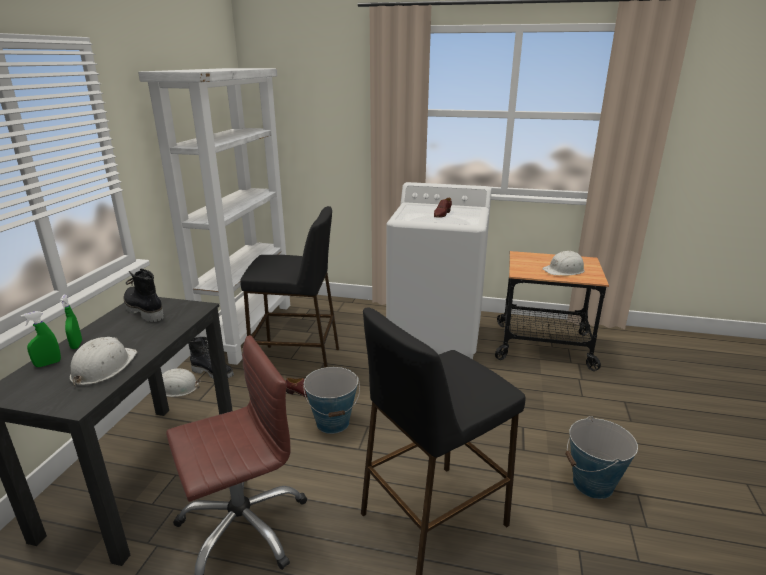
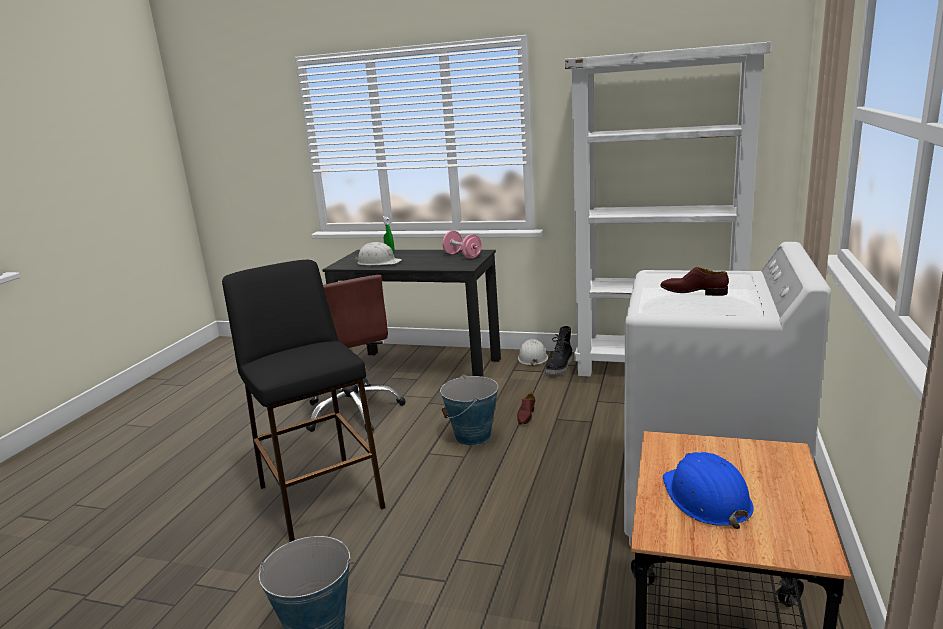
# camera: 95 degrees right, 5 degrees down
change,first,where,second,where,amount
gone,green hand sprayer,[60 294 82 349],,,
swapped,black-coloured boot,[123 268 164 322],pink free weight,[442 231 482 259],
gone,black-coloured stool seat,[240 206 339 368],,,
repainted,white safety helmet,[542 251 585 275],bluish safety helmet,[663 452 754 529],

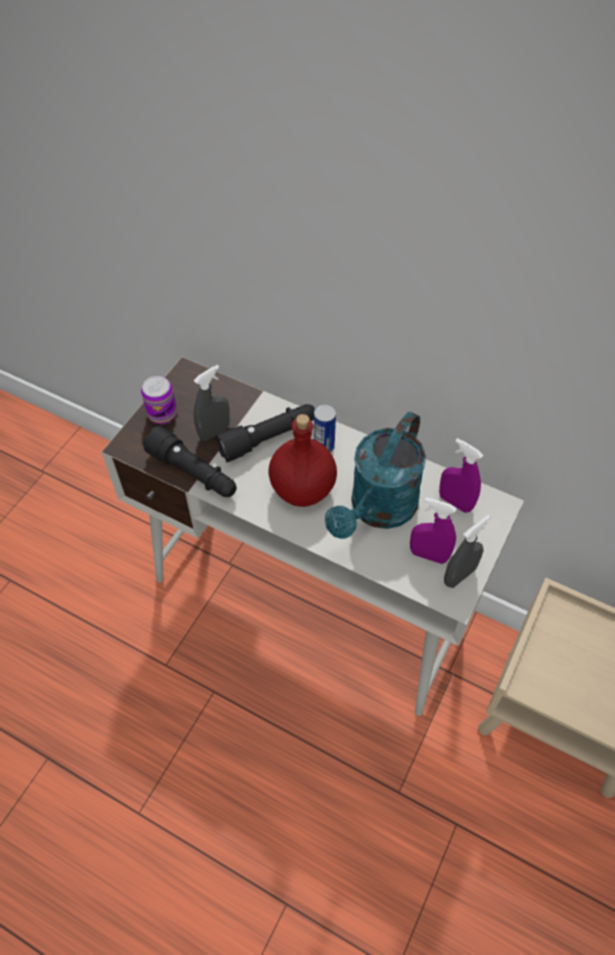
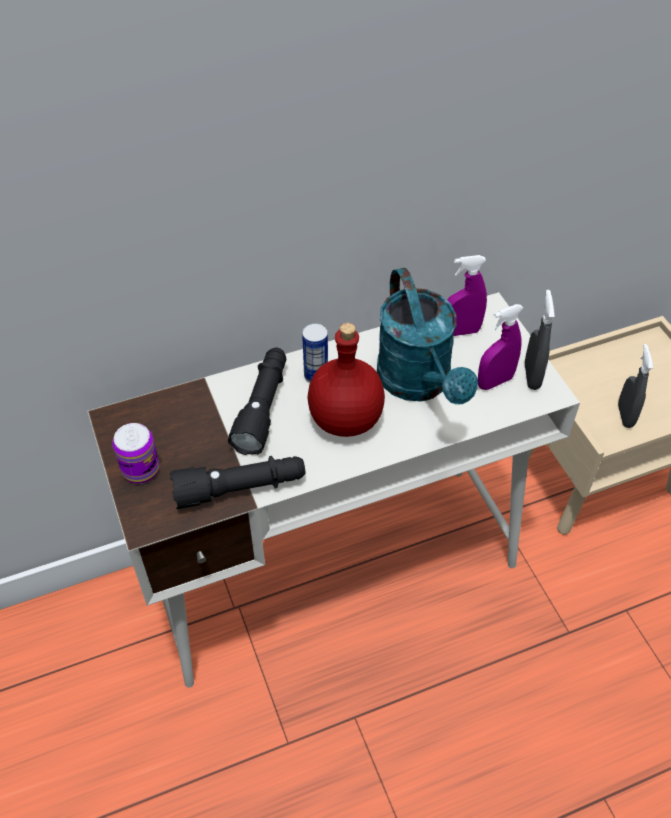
# camera: 50 degrees left, 5 degrees down
change,first,where,second,where,amount
shifted,grey hand sprayer,[194 365 230 441],,[618 344 653 428],

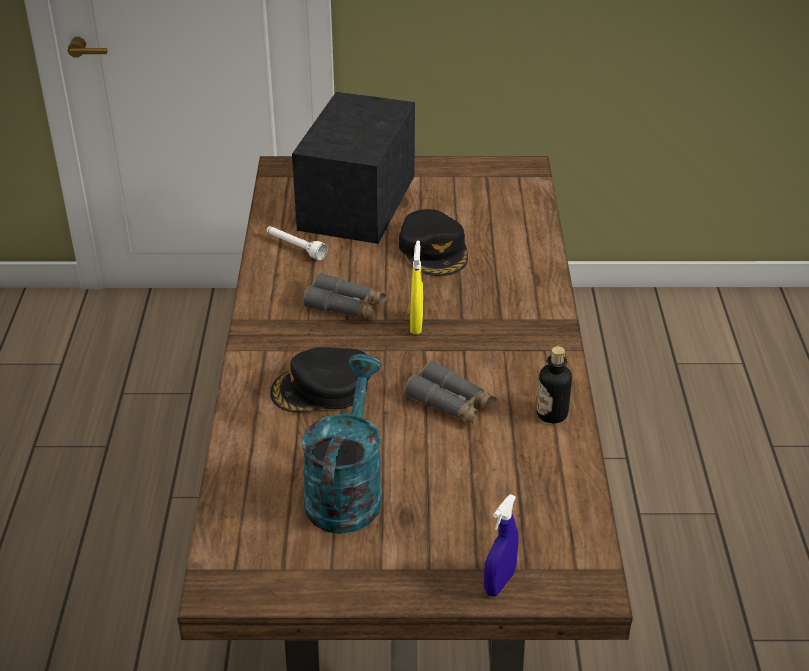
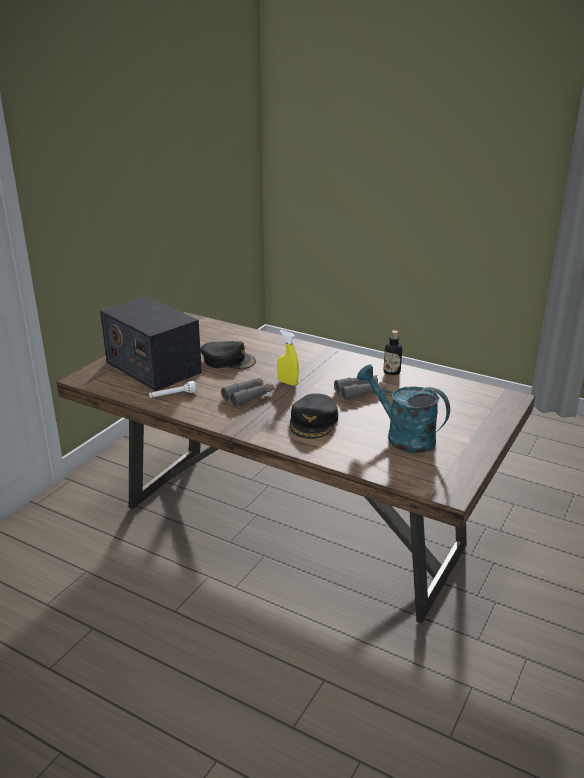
# camera: 60 degrees left, 10 degrees down
change,first,where,second,where,amount
gone,bluish hand sprayer,[484 494 519 597],,,

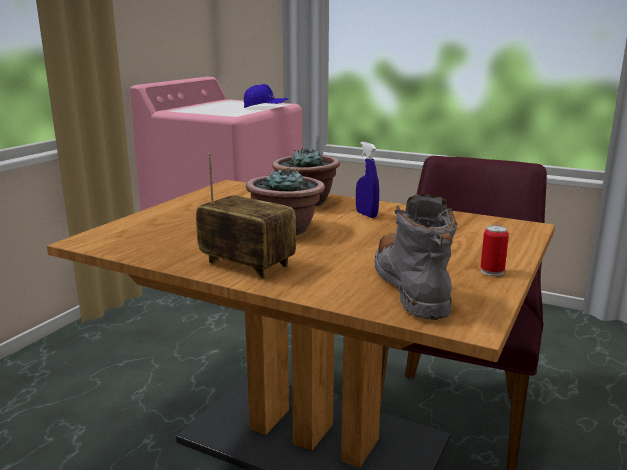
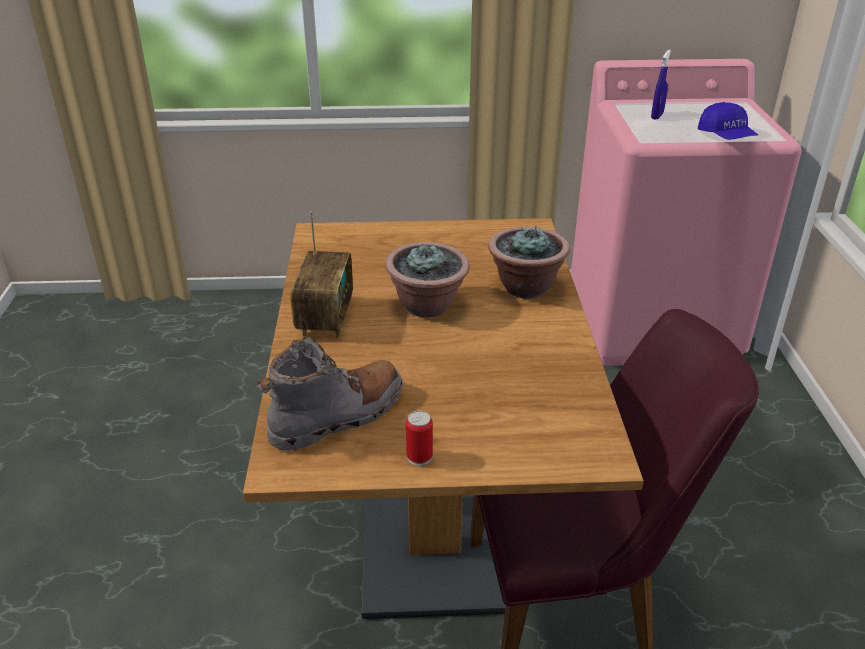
# camera: 60 degrees right, 15 degrees up
change,first,where,second,where,amount
shifted,bluish hand sprayer,[356 142 379 218],,[651 49 671 120],

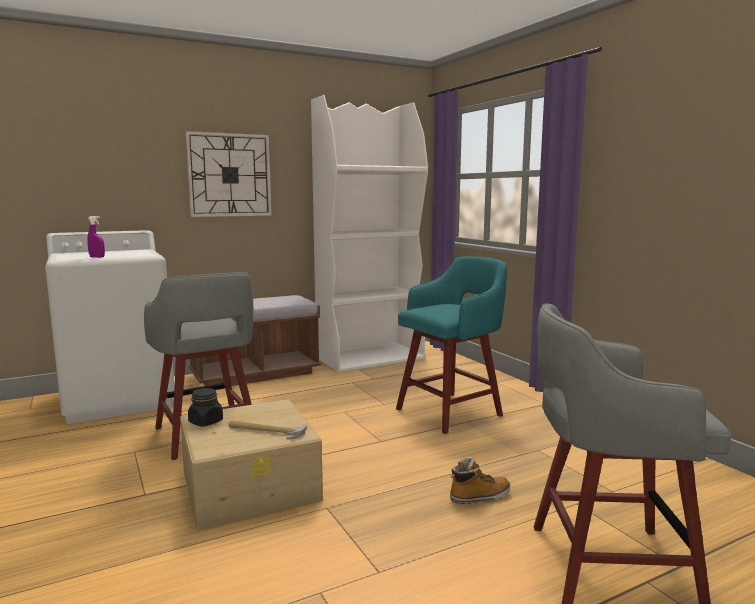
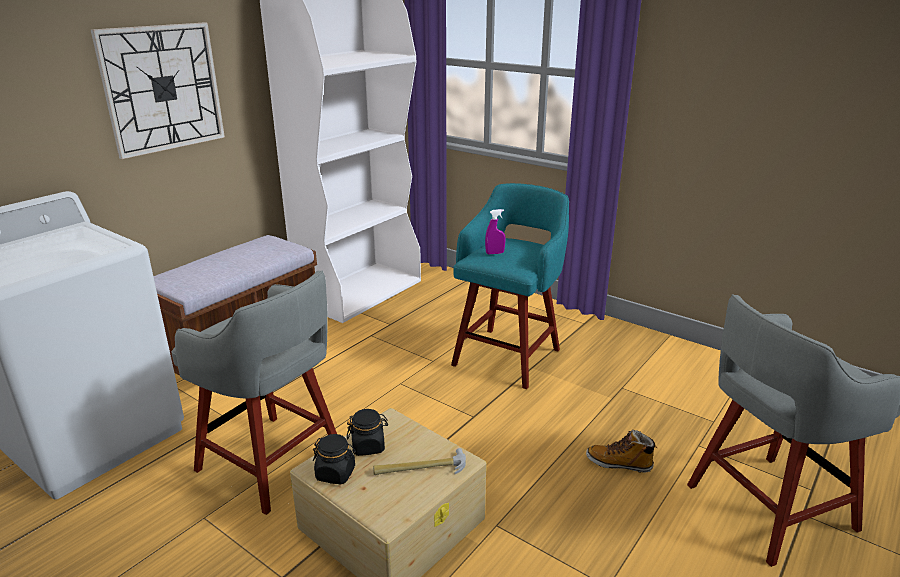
# camera: 25 degrees left, 15 degrees up
change,first,where,second,where,amount
shifted,purplish hand sprayer,[87 216 105 258],,[485 209 506 254],
rotated,boot,[450 457 510 504],,[586 429 658 473],120 degrees counterclockwise
new,,,black-coloured storage jar,[347 409 388 456],

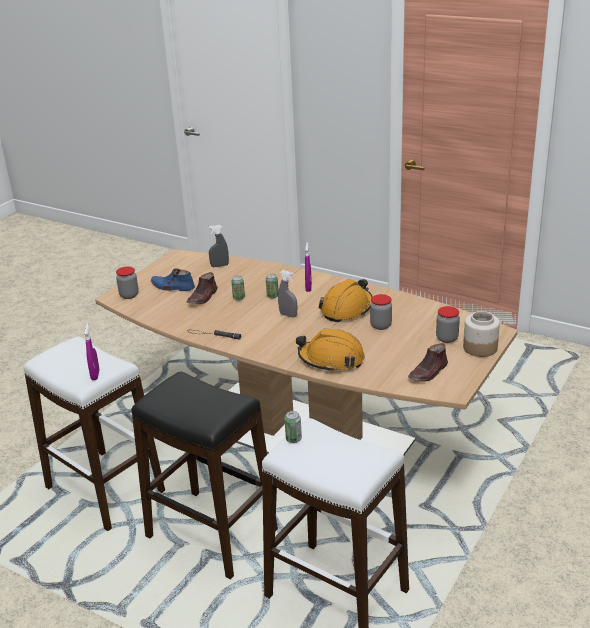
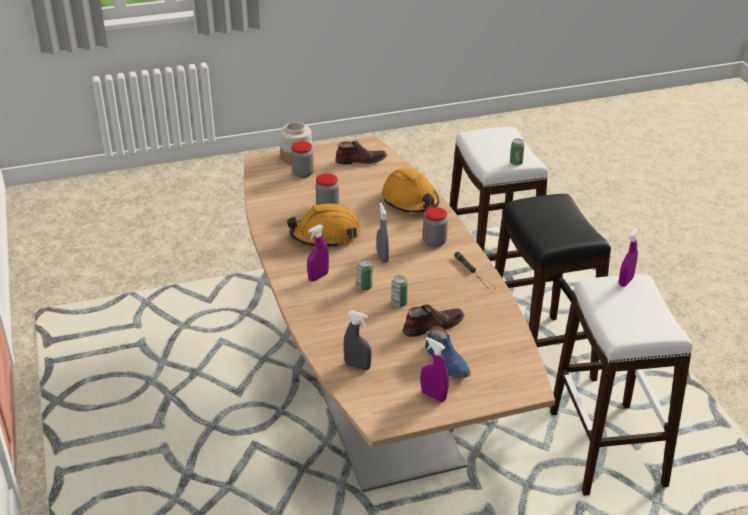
# camera: 140 degrees left, 5 degrees up
change,first,where,second,where,amount
shifted,storage jar,[116 267 139 299],,[423 207 448 247],
new,,,purplish hand sprayer,[421 337 449 402],

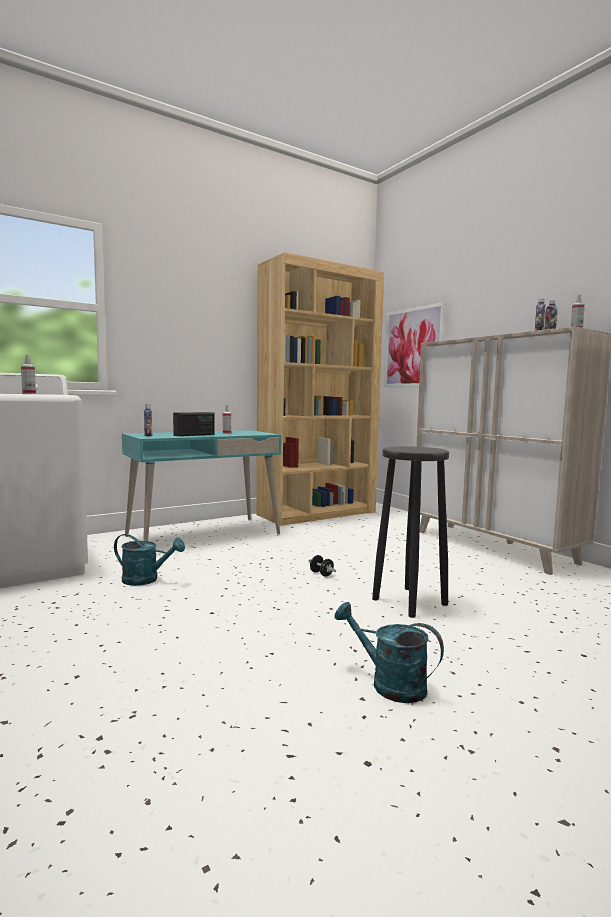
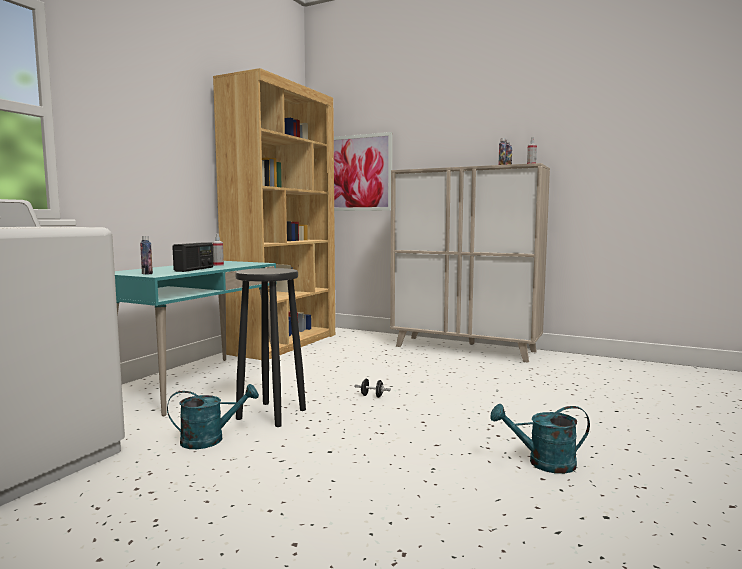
# camera: 30 degrees left, 0 degrees up
change,first,where,second,where,amount
gone,hand sprayer,[21 355 36 394],,,
shifted,black-coloured stool seat,[372 446 449 618],,[236 268 306 427],

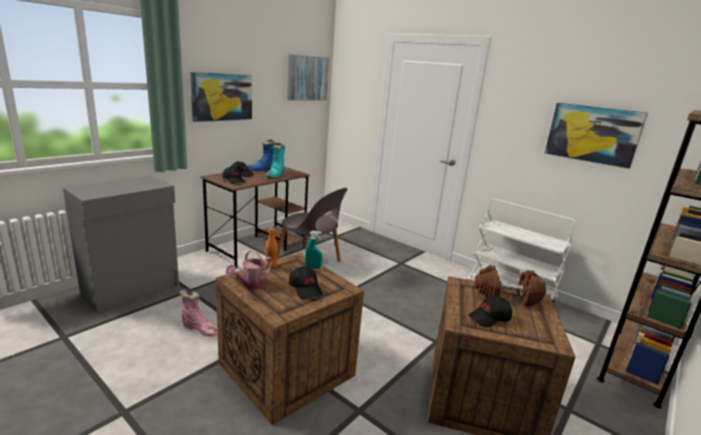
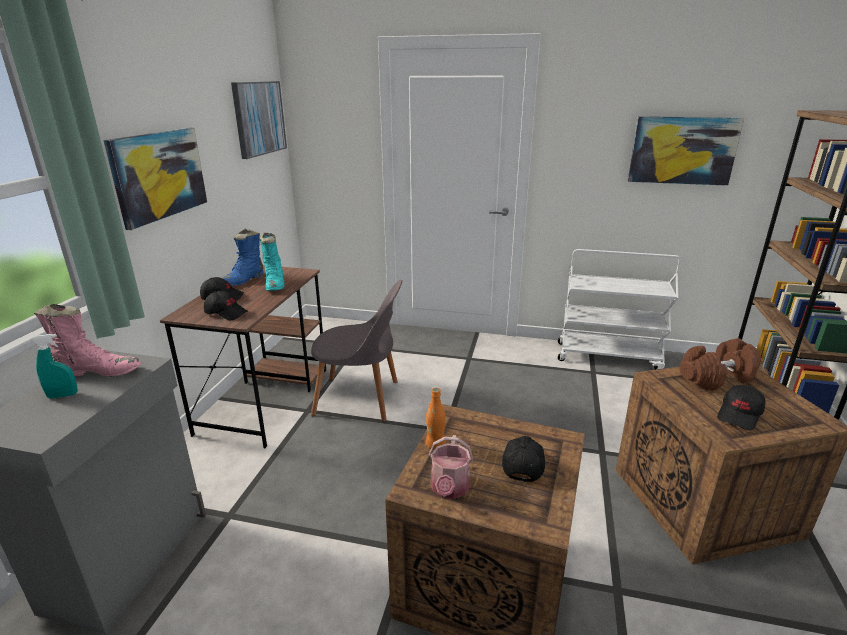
# camera: 25 degrees left, 5 degrees up
change,first,where,second,where,amount
shifted,pink boot,[179 289 218 337],,[34 304 141 377],
rotated,black-coloured peaked cap,[289 266 323 299],,[502 436 545 482],105 degrees counterclockwise
shifted,turquoise-coloured hand sprayer,[305 231 322 269],,[31 334 78 399],

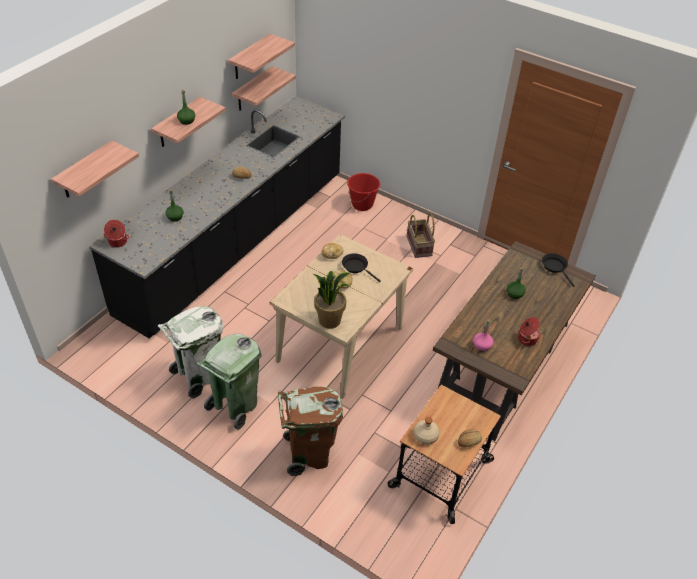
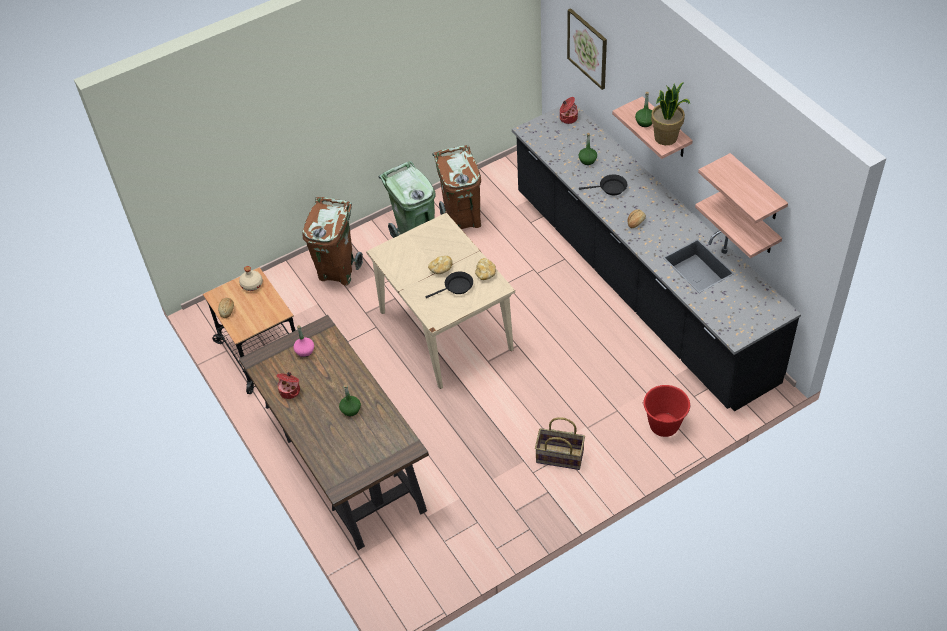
# camera: 120 degrees right, 5 degrees up
change,first,where,second,where,amount
swapped,bracket shelf,[51 141 139 198],wall art,[567 8 607 90],
repainted,white trash can,[158 306 223 399],brownish trash can,[432 145 481 229],
shifted,houseplant,[313 271 351 329],,[651 82 690 145],
shifted,black-coloured frying pan,[542 253 575 287],,[579 174 627 195],

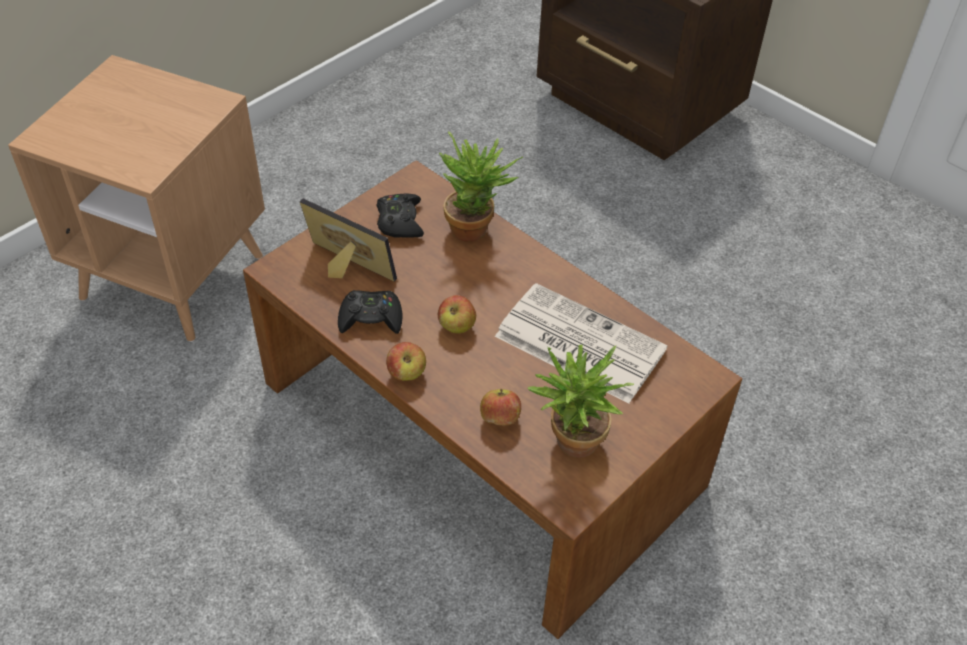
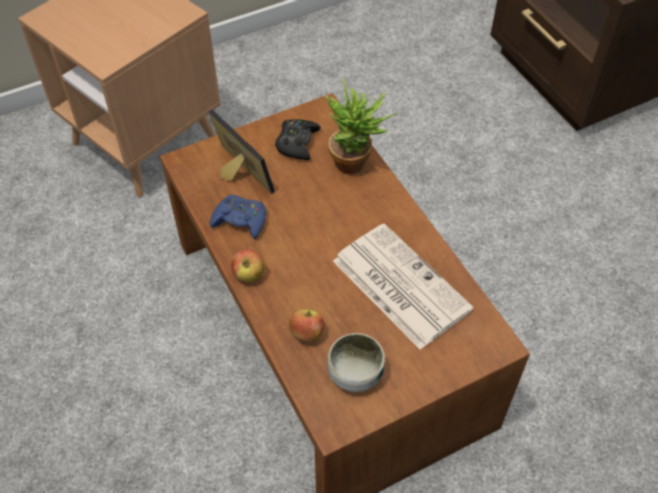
# camera: 20 degrees right, 5 degrees up
change,first,where,second,where,amount
repainted,black-coloured game controller,[338 290 402 334],bluish game controller,[210 194 266 239],
gone,apple fruit,[438 295 476 334],,,
swapped,houseplant,[527 344 634 458],bowl,[327 333 385 392],

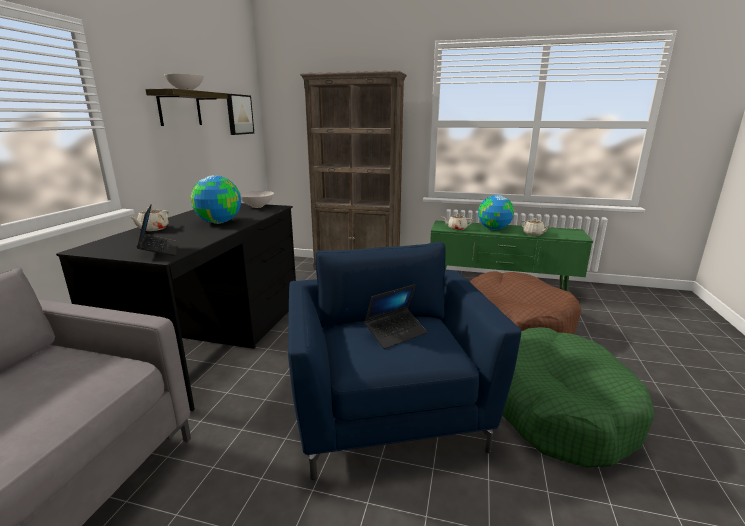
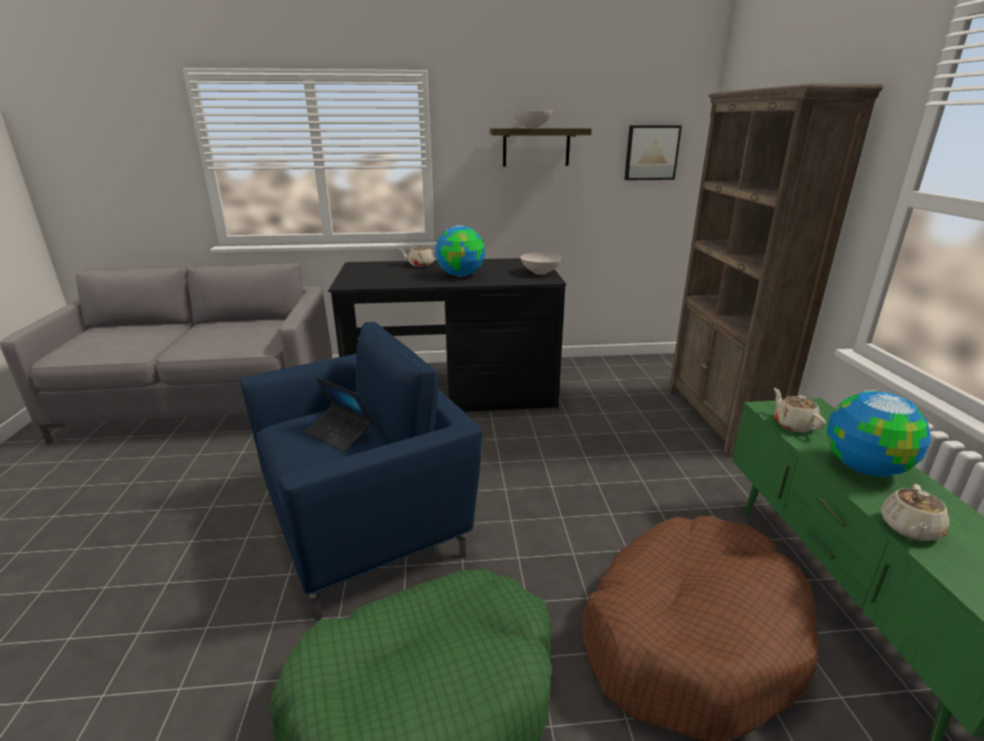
# camera: 70 degrees right, 5 degrees up
change,first,where,second,where,amount
gone,portable computer,[137 204 178 256],,,

